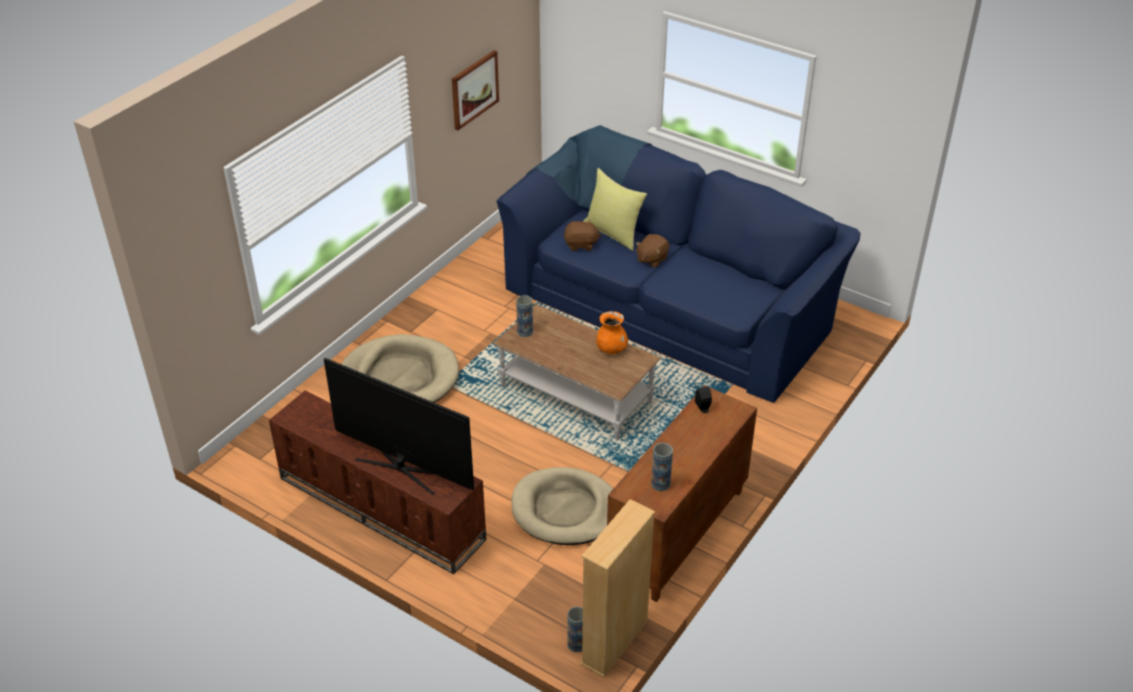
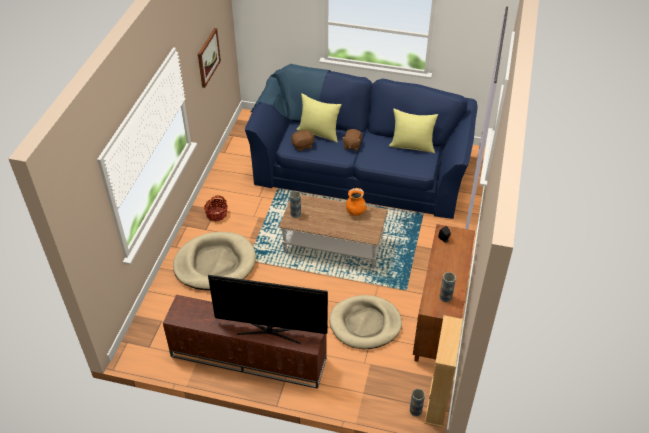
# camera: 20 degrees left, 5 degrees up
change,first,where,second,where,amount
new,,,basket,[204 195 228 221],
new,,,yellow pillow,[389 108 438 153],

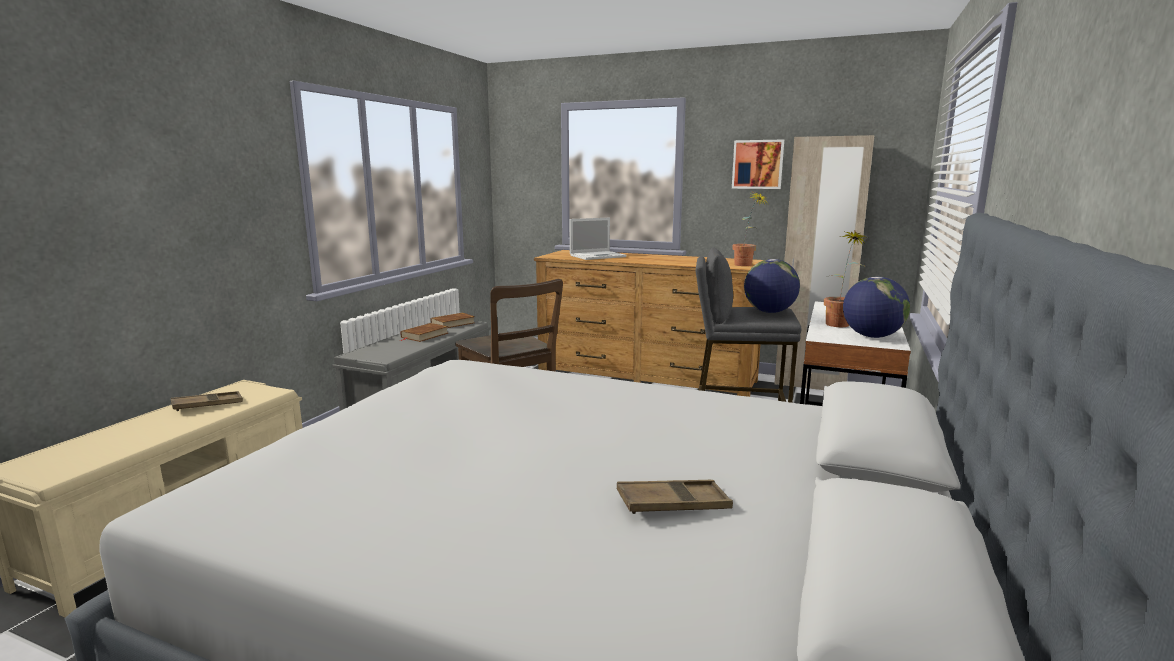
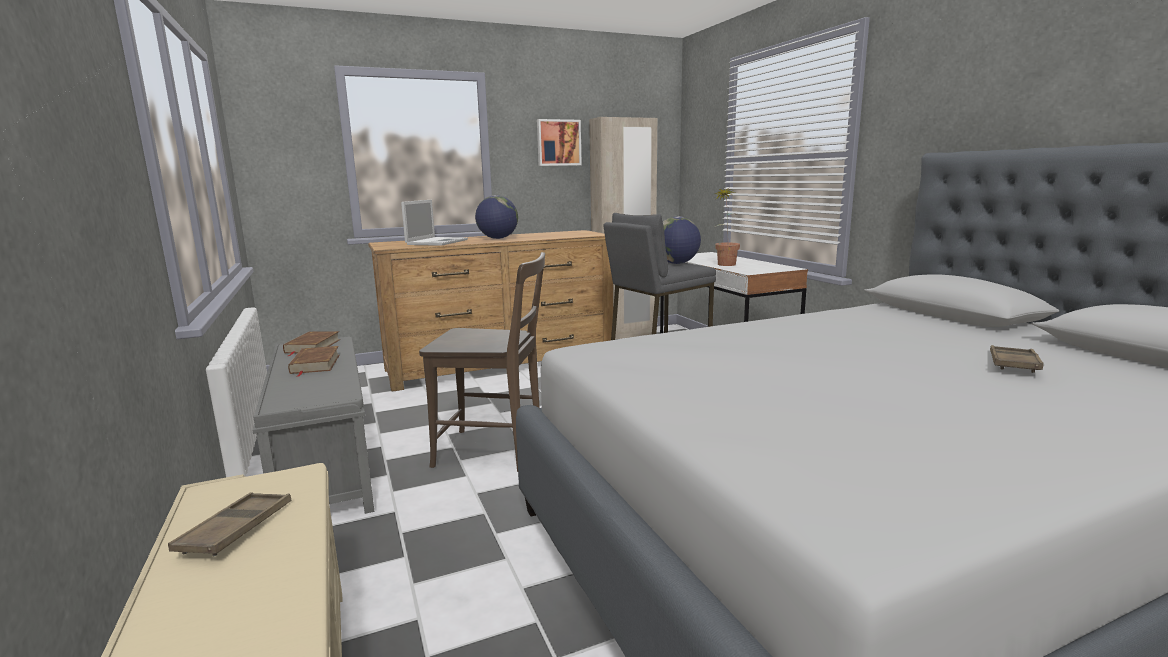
# camera: 45 degrees left, 0 degrees up
change,first,where,second,where,amount
gone,houseplant,[732 193 768 266],,,
shifted,globe,[843 277 910 338],,[475 195 518 239],

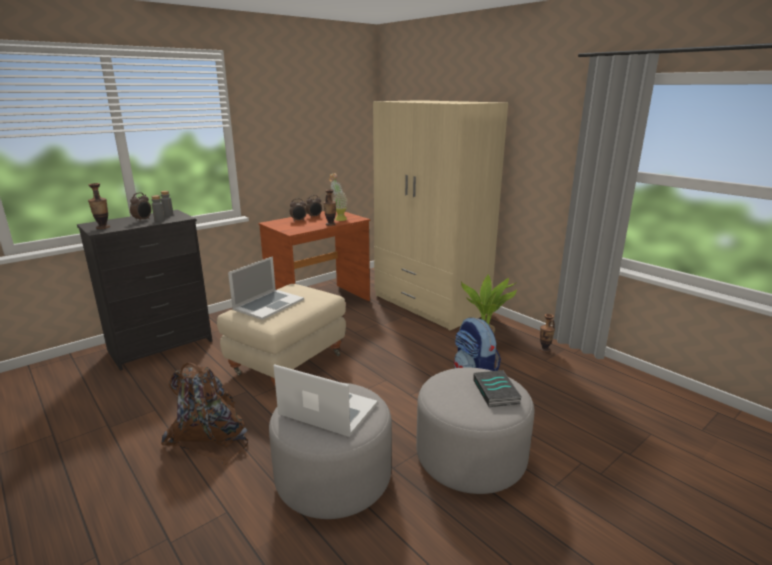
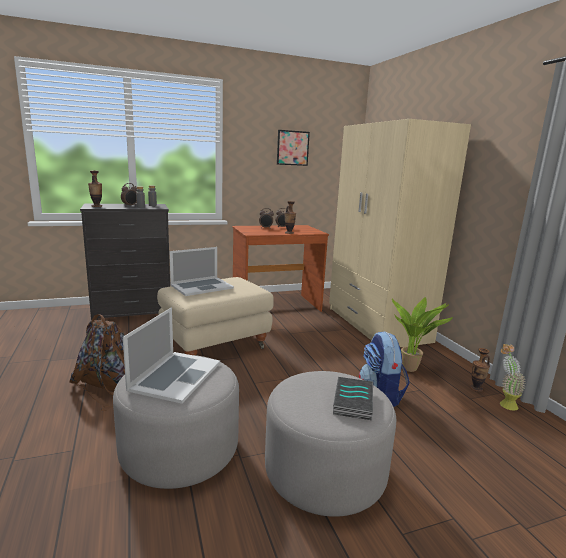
# camera: 20 degrees right, 5 degrees down
change,first,where,second,where,amount
rotated,portable computer,[274 364 378 437],,[123 308 220 404],60 degrees clockwise
shifted,houseplant,[329 173 347 221],,[500 344 526 411],
new,,,wall art,[277 130 310 166],

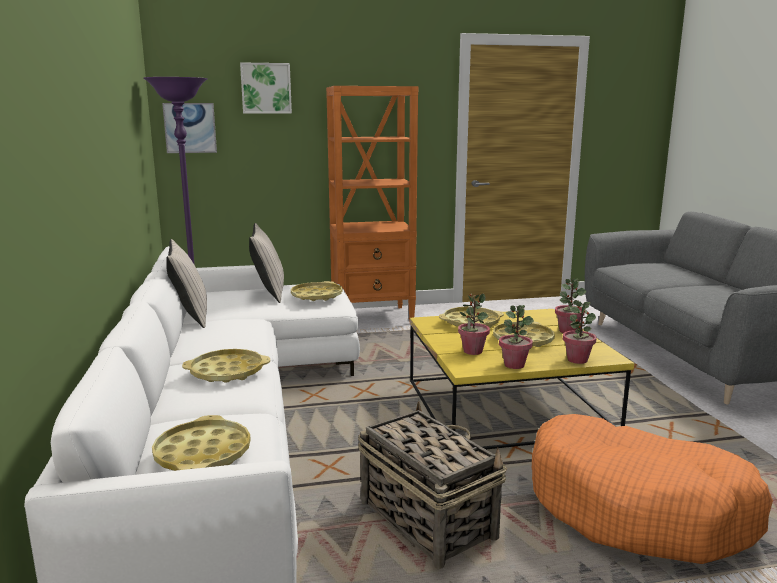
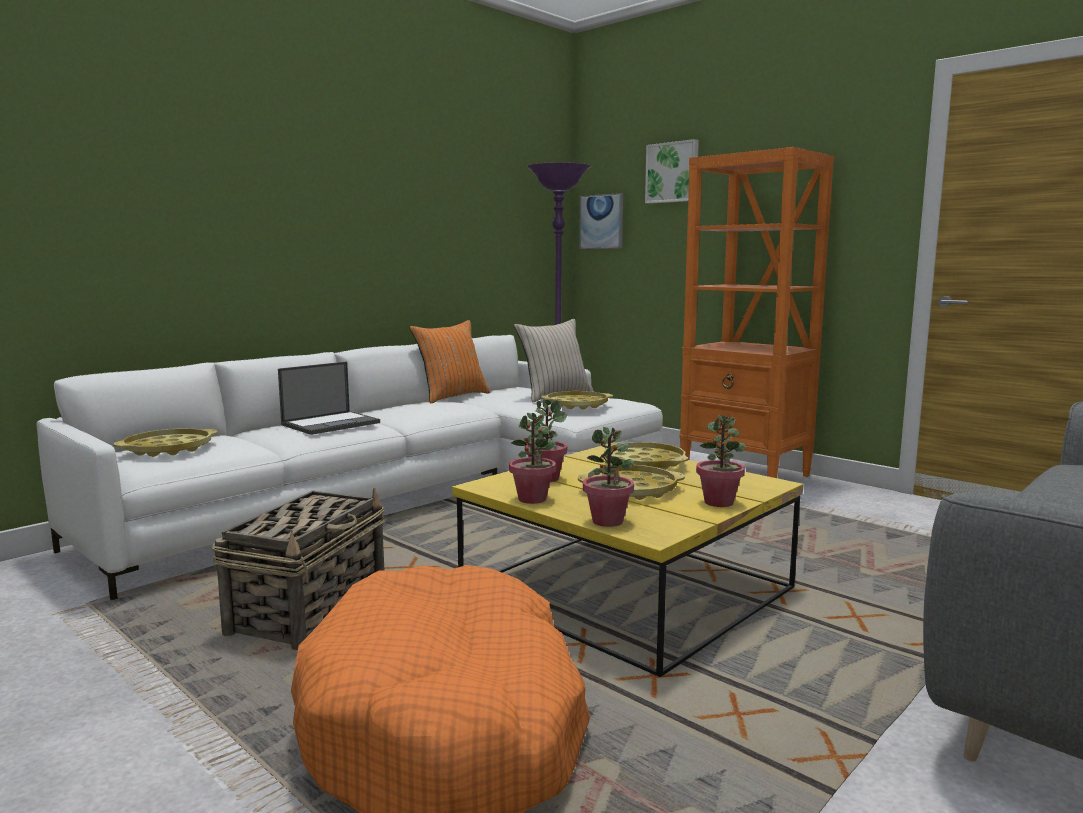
# camera: 55 degrees right, 5 degrees down
change,first,where,second,where,amount
repainted,beige pillow,[166 239 207 328],orange pillow,[410 320 491 403],
swapped,yellow tray,[182 349 270 383],portable computer,[278 362 380 435],

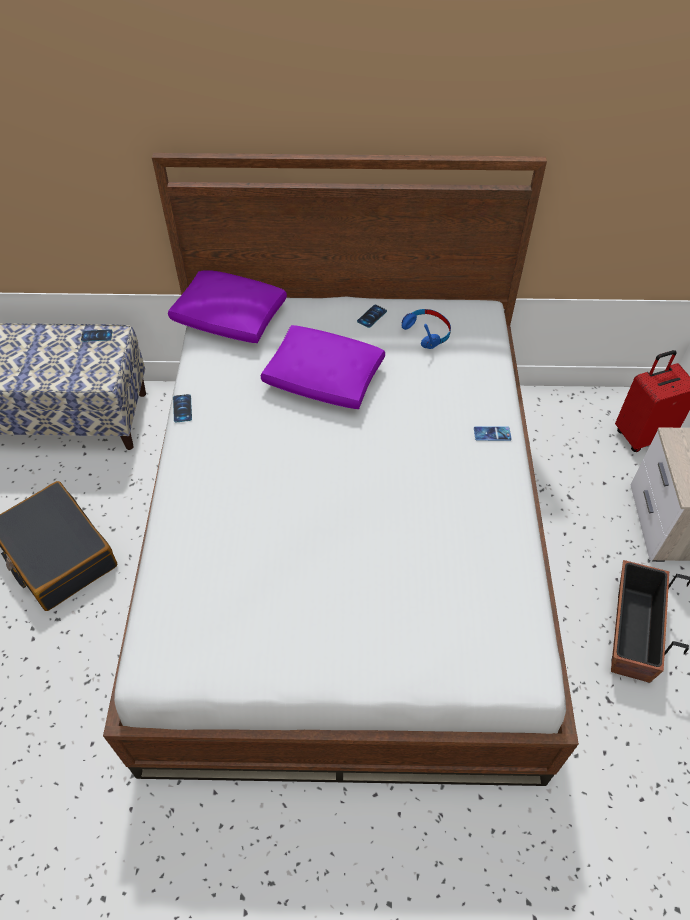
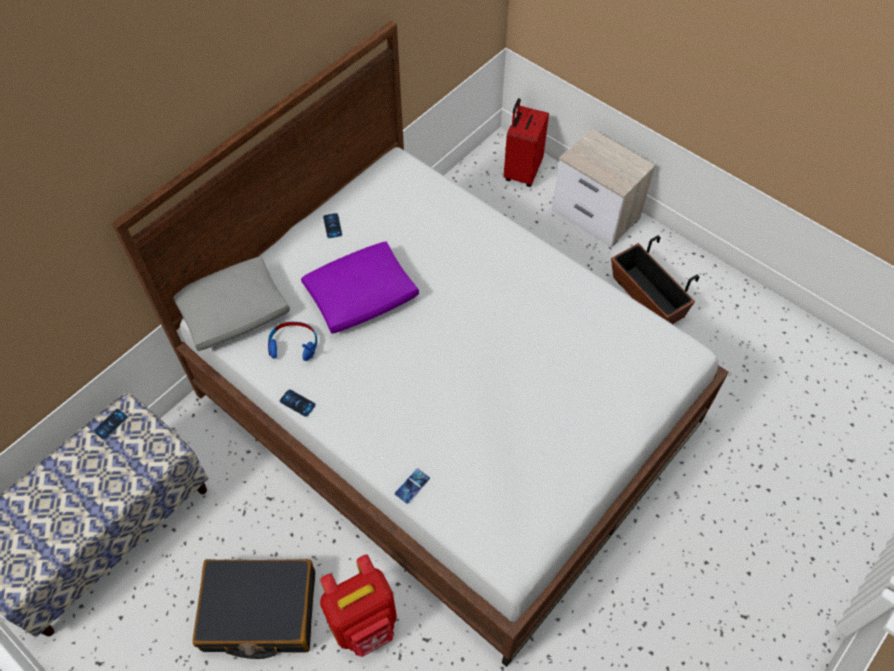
# camera: 50 degrees left, 5 degrees up
change,first,where,second,where,amount
repainted,purplish pillow,[168 270 287 343],grey pillow,[174 257 290 351],
shifted,bluish headset,[402 309 451 349],,[268 322 317 361],
shifted,telephone,[474 427 512 441],,[395 468 430 504],
new,,,reddish backpack,[320 555 397 657],

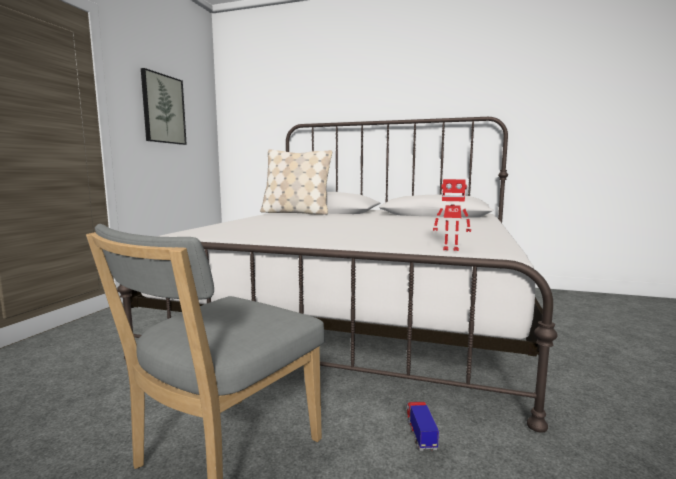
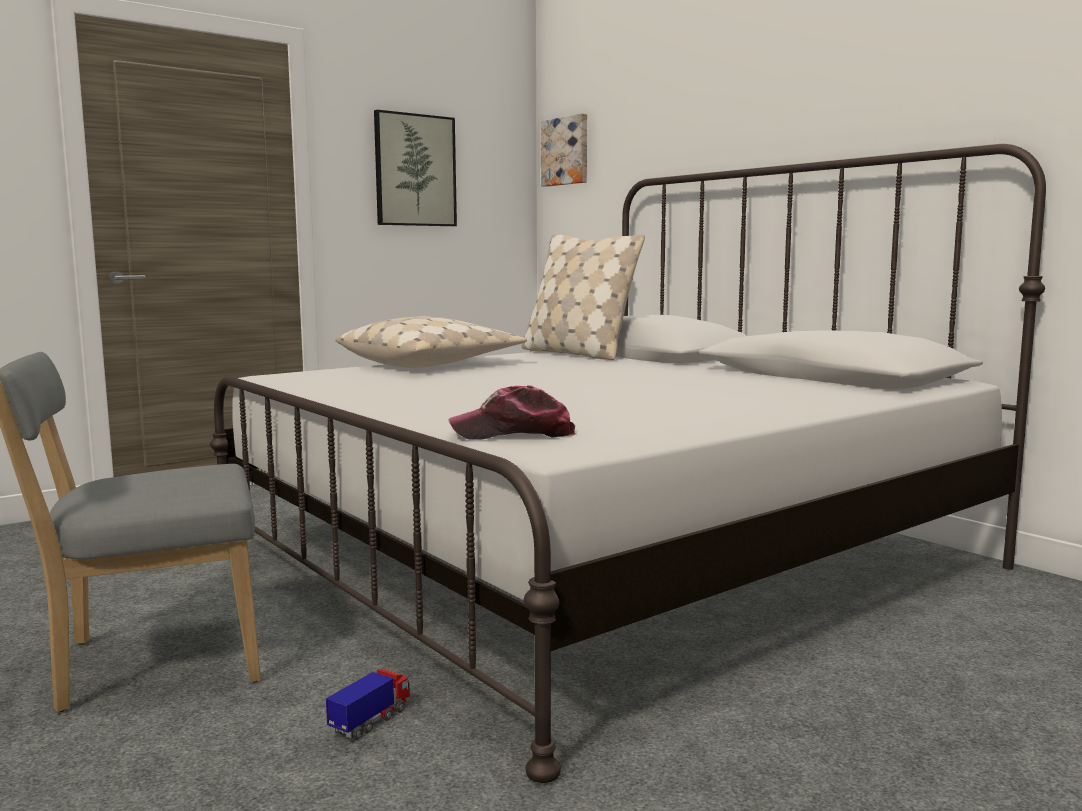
# camera: 35 degrees right, 0 degrees up
change,first,where,second,where,amount
swapped,model robot,[433 179 471 251],peaked cap,[449 385 575 440],
new,,,beige pillow,[335 316 527 368],
new,,,wall art,[541 113 587 187],

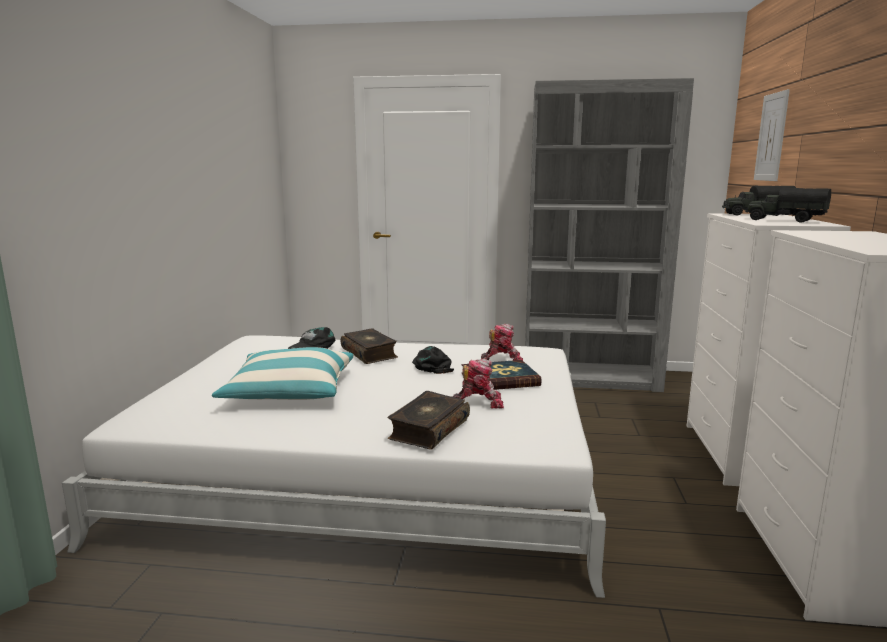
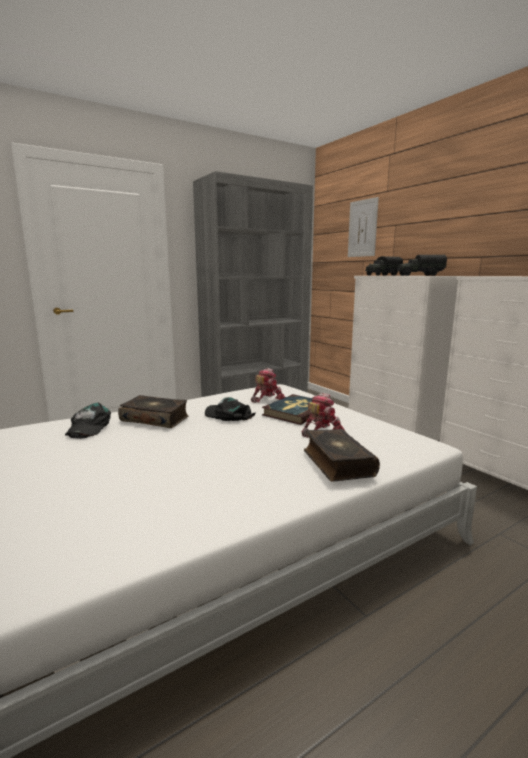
# camera: 40 degrees left, 0 degrees up
change,first,where,second,where,amount
gone,pillow,[212 347 354 400],,,

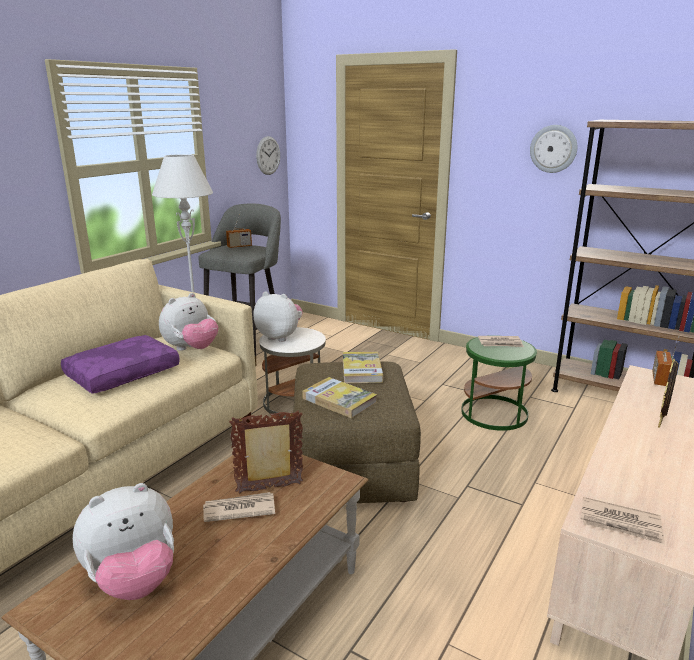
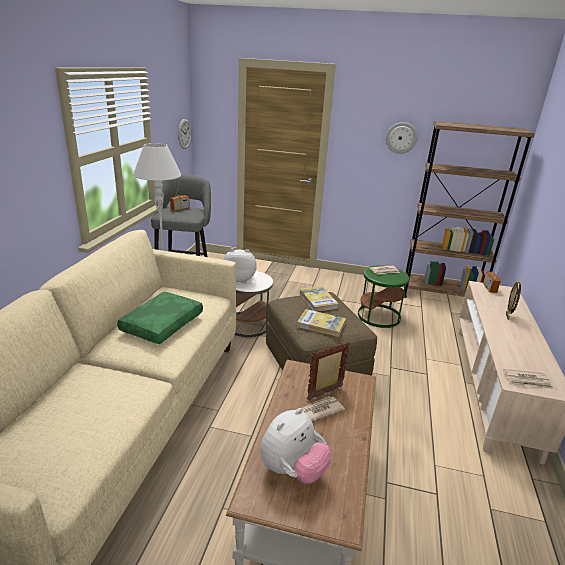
# camera: 20 degrees left, 5 degrees up
change,first,where,second,where,amount
repainted,purplish pillow,[61 335 180 394],green pillow,[117 292 203 344],
gone,plush toy,[159 293 218 351],,,

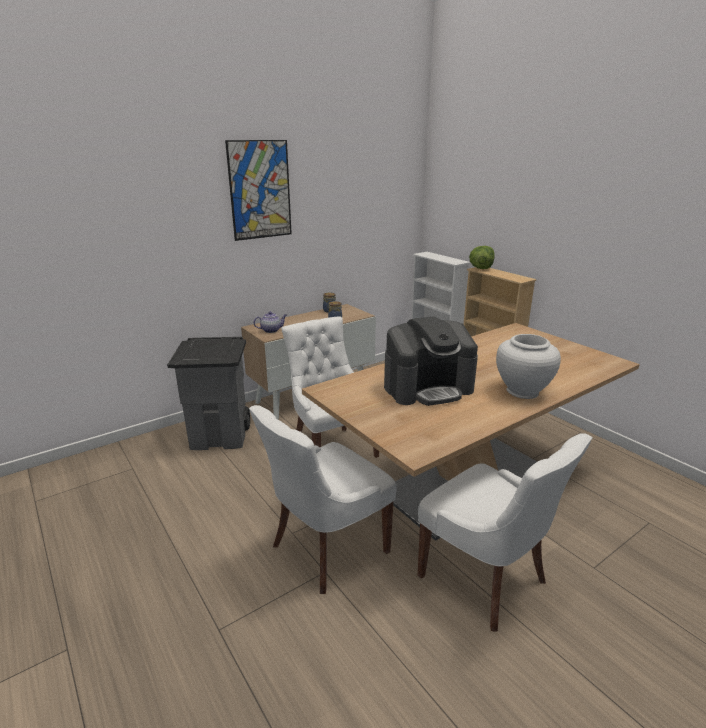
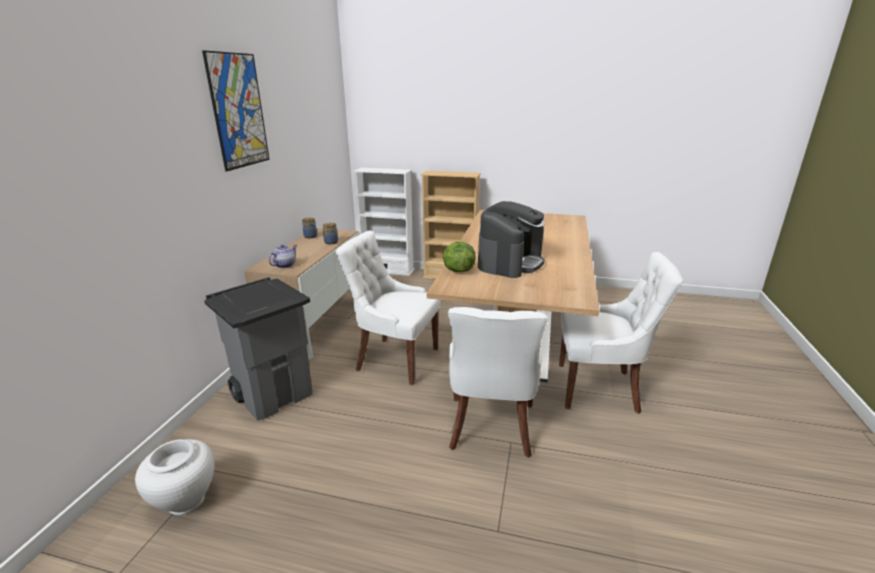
# camera: 40 degrees left, 0 degrees up
change,first,where,second,where,amount
shifted,lettuce head,[469 246 494 269],,[443 242 476 272],
shifted,white decorative vase,[496 334 561 399],,[135 439 214 515],

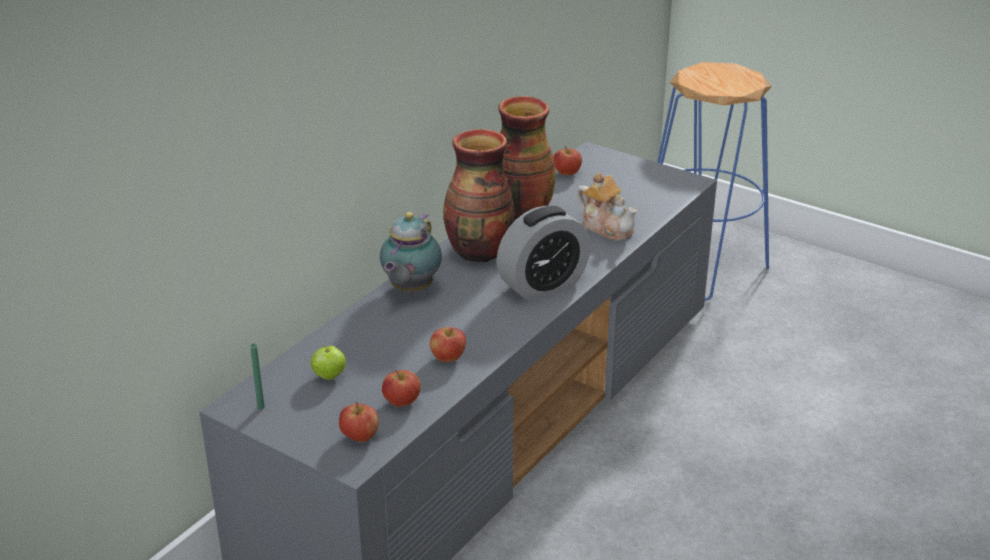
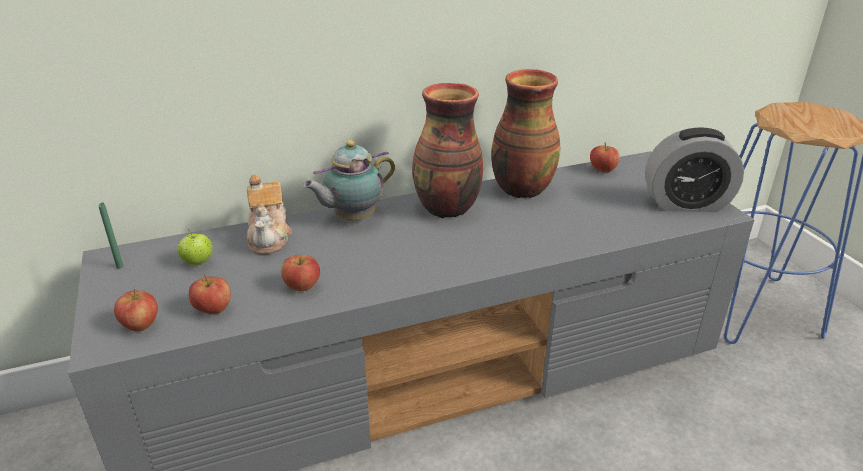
# camera: 35 degrees right, 0 degrees up
change,first,where,second,where,amount
shifted,bedside clock,[496 206 590 301],,[645 127 744 212],
shifted,tea pot,[577 172 638 241],,[247 174 292 254],

